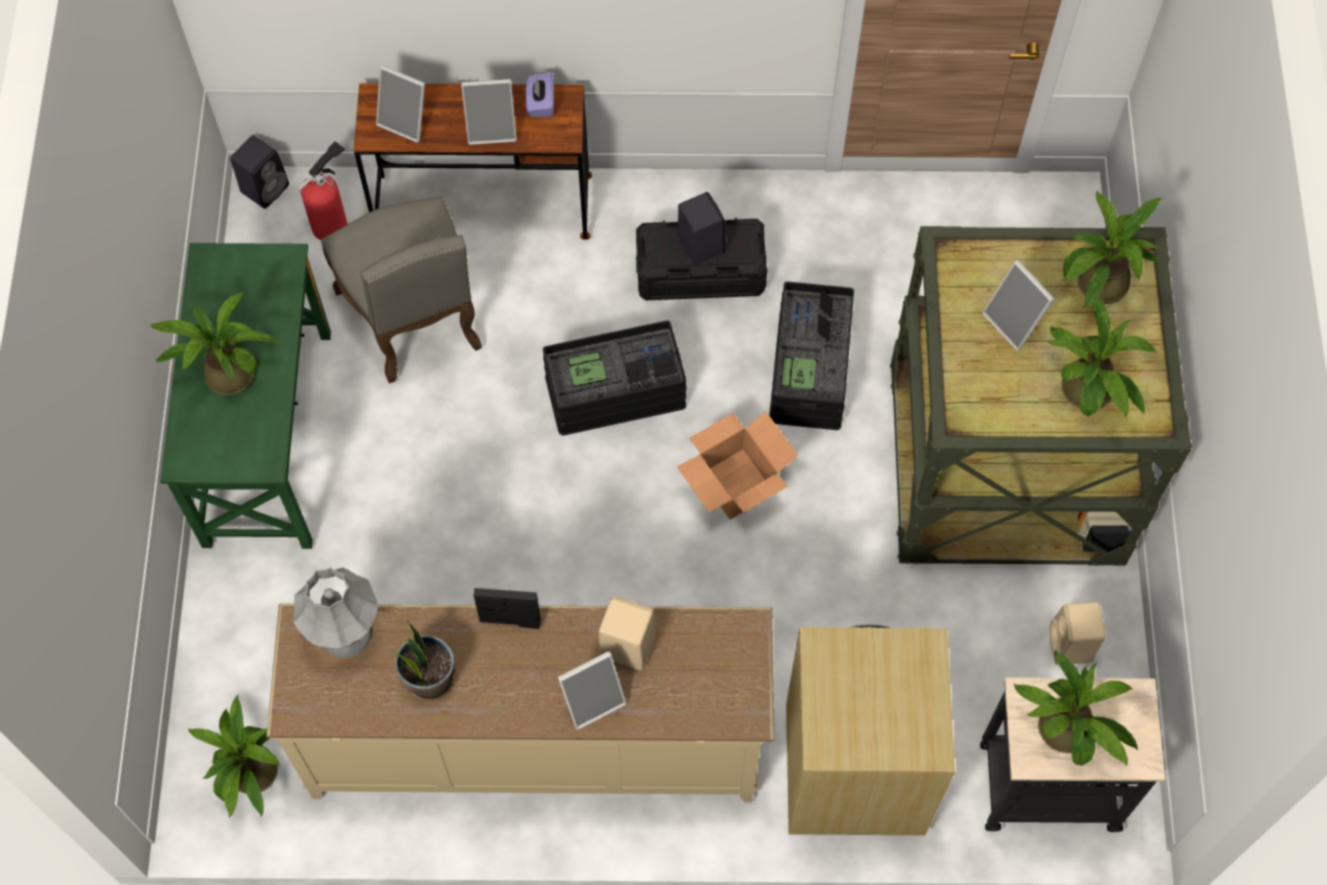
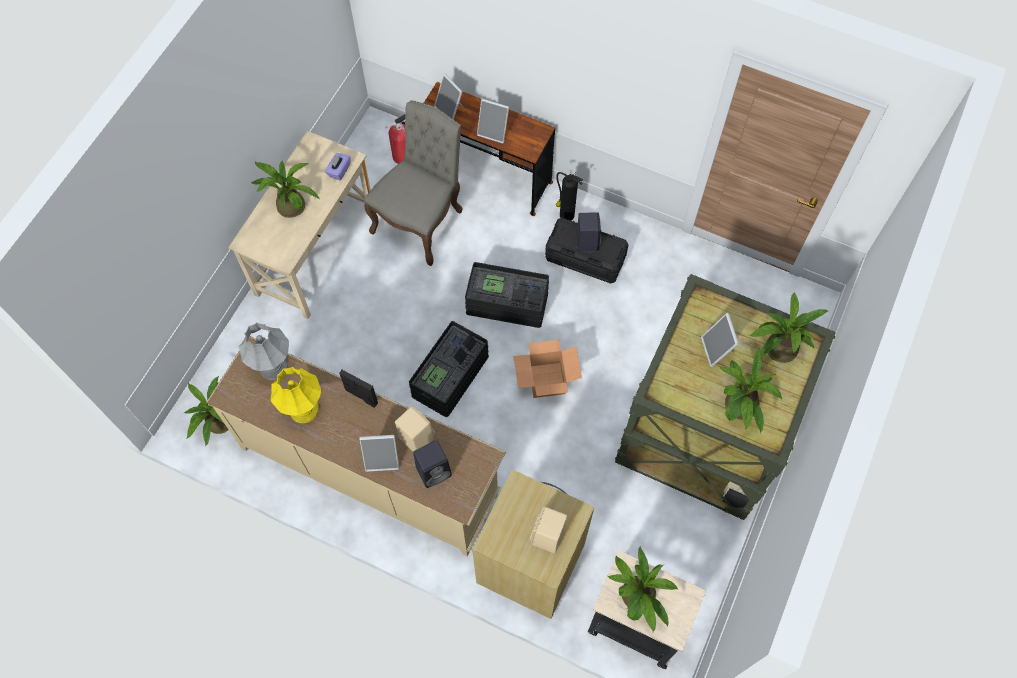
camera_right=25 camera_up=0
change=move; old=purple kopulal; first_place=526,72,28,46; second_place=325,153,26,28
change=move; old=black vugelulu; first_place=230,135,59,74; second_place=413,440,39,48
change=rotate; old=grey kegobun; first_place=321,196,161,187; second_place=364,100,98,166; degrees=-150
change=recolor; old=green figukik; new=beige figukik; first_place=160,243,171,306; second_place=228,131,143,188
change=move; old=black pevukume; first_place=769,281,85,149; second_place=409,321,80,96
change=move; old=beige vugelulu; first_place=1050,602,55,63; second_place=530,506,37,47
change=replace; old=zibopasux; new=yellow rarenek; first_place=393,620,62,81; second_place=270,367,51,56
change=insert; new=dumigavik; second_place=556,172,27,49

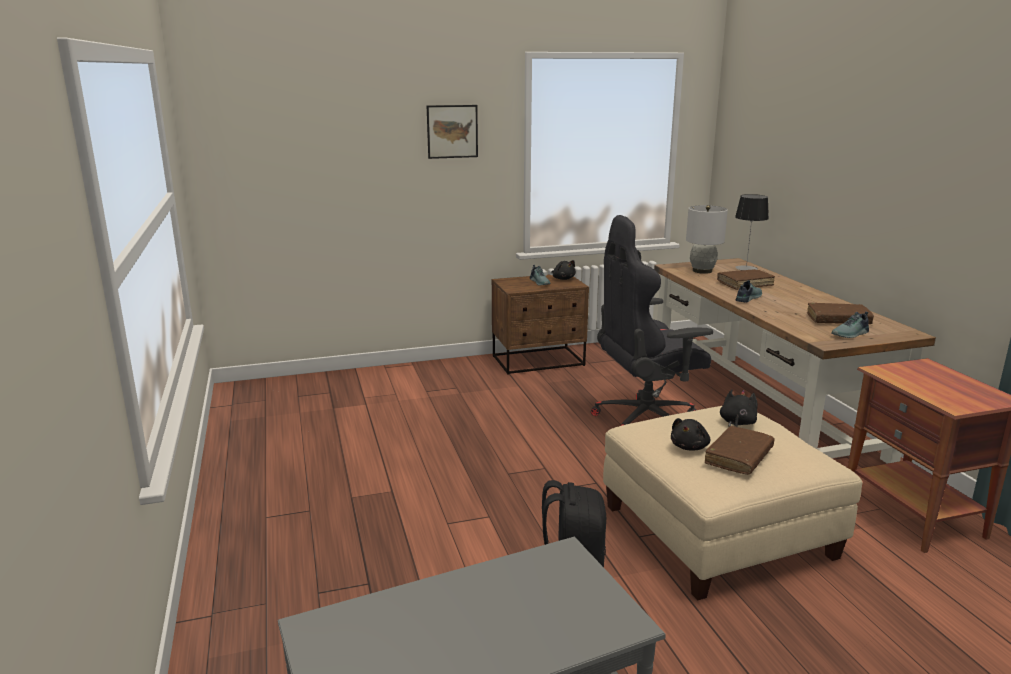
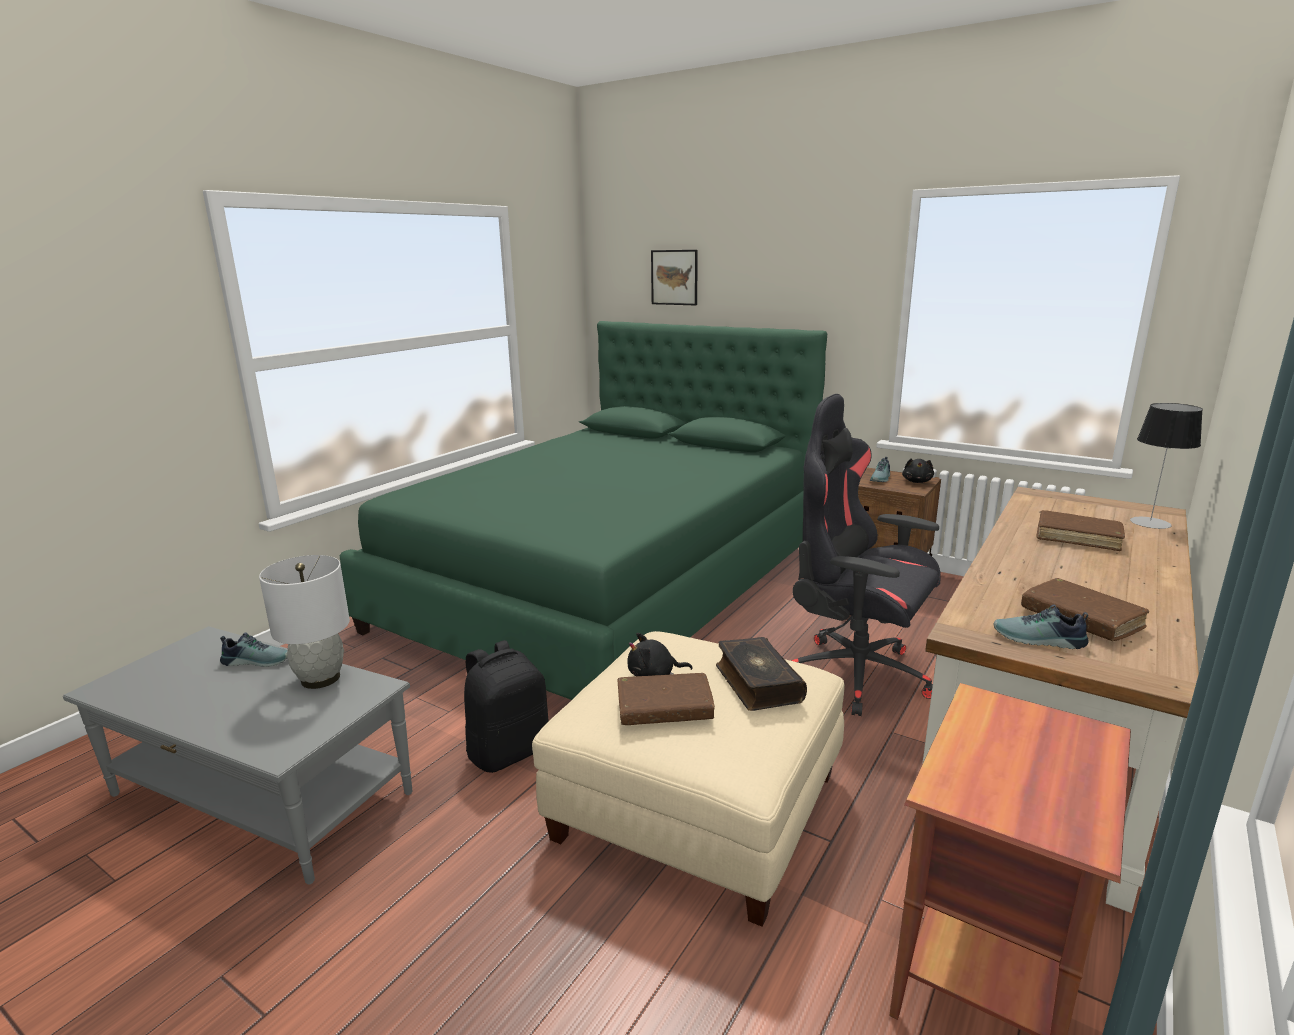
camera_right=50 camera_up=0
change=move; old=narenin; first_place=427,105,51,54; second_place=651,250,47,55
change=move; old=white rarenek; first_place=686,205,42,69; second_place=259,555,91,134
change=move; old=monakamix; first_place=735,280,27,23; second_place=220,632,68,35
change=replace; old=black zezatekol; new=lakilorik; first_place=720,389,38,38; second_place=716,637,91,74
change=insert; new=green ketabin; second_place=340,321,487,379

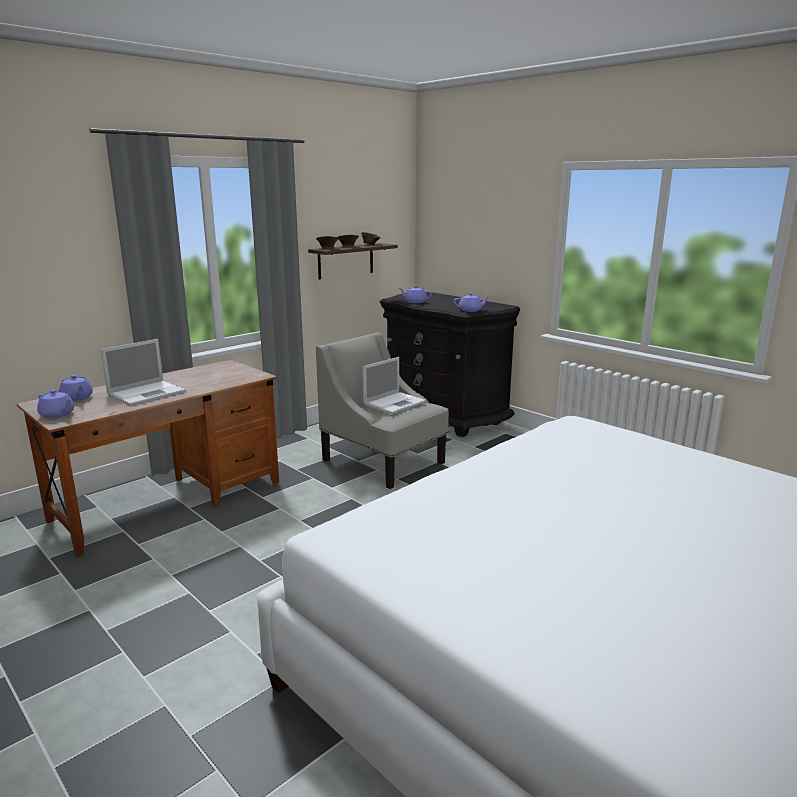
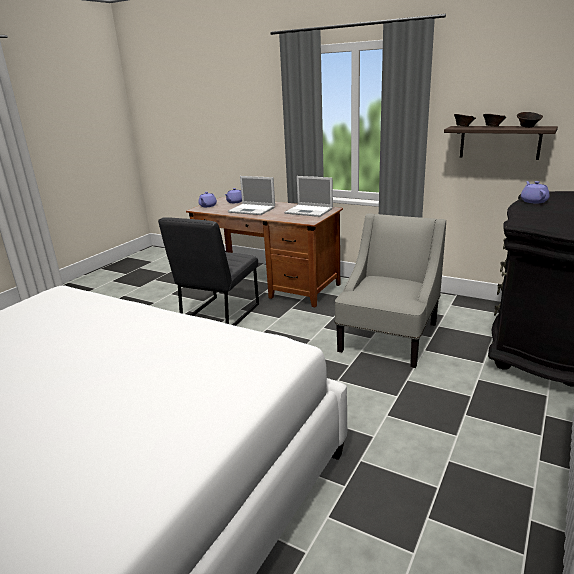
camera_right=75 camera_up=5
change=delete; old=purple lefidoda; first_place=454,293,36,19
change=move; old=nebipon; first_place=363,357,63,57; second_place=284,176,49,41
change=insert; new=grey kegobun; second_place=158,217,101,109

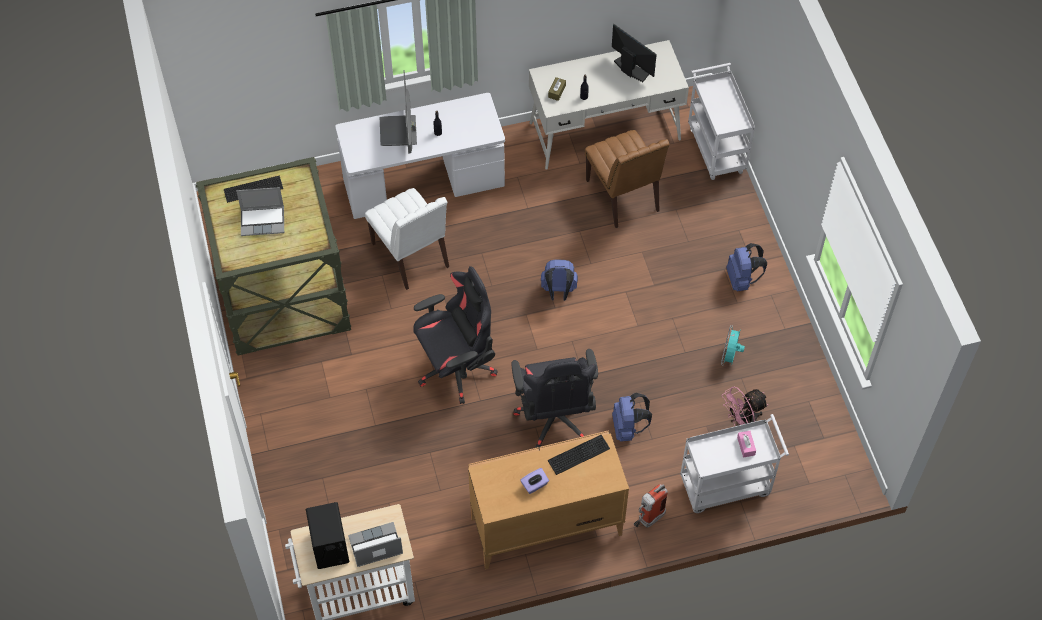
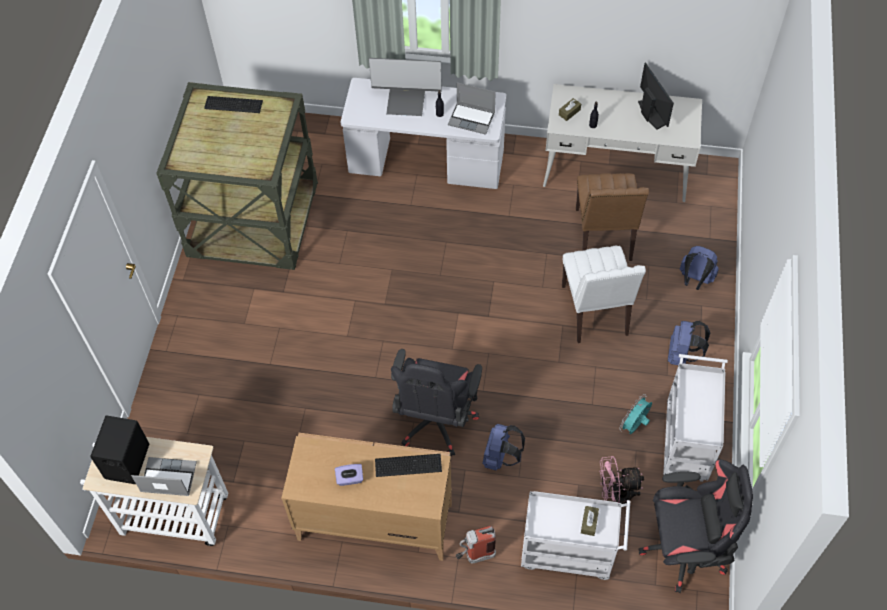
camera_right=25 camera_up=0
change=move; old=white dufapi; first_place=688,63,67,117; second_place=663,354,65,128
change=rotate; old=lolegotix; first_place=380,70,37,84; second_place=369,58,72,58; degrees=-105
change=move; old=nebipon; first_place=236,187,48,49; second_place=448,82,48,53
change=move; old=white kegobun; first_place=365,188,84,102; second_place=562,246,84,97
change=move; old=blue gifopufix; first_place=541,259,37,42; second_place=680,246,39,44
change=move; old=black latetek; first_place=413,266,85,138; second_place=638,459,115,134
change=recolor; old=pink kopulal; new=brown kopulal; first_place=737,431,19,27; second_place=581,506,18,30

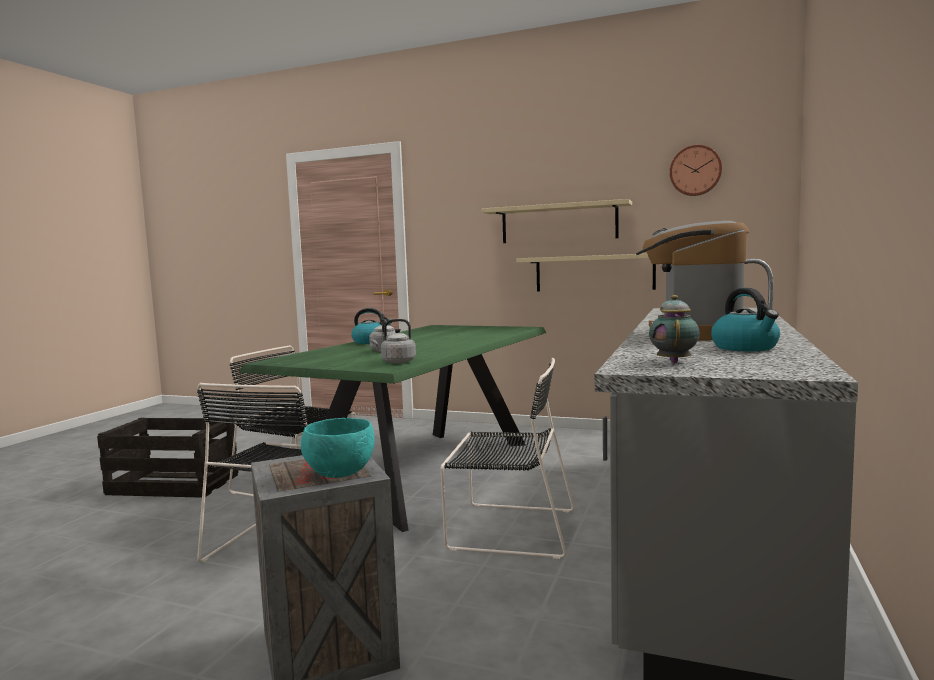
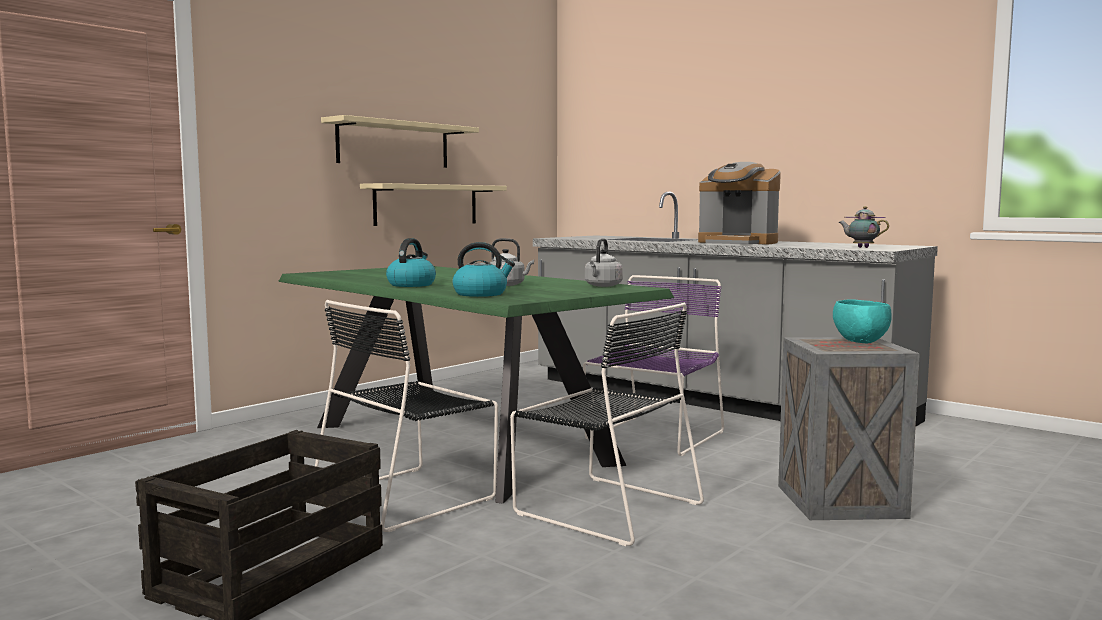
camera_right=-70 camera_up=0
change=delete; old=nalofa; first_place=669,145,53,51
change=move; old=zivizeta; first_place=711,288,69,63; second_place=452,242,63,55
change=recolor; old=black kegobun; new=purple kegobun; first_place=441,358,133,201; second_place=583,275,141,181

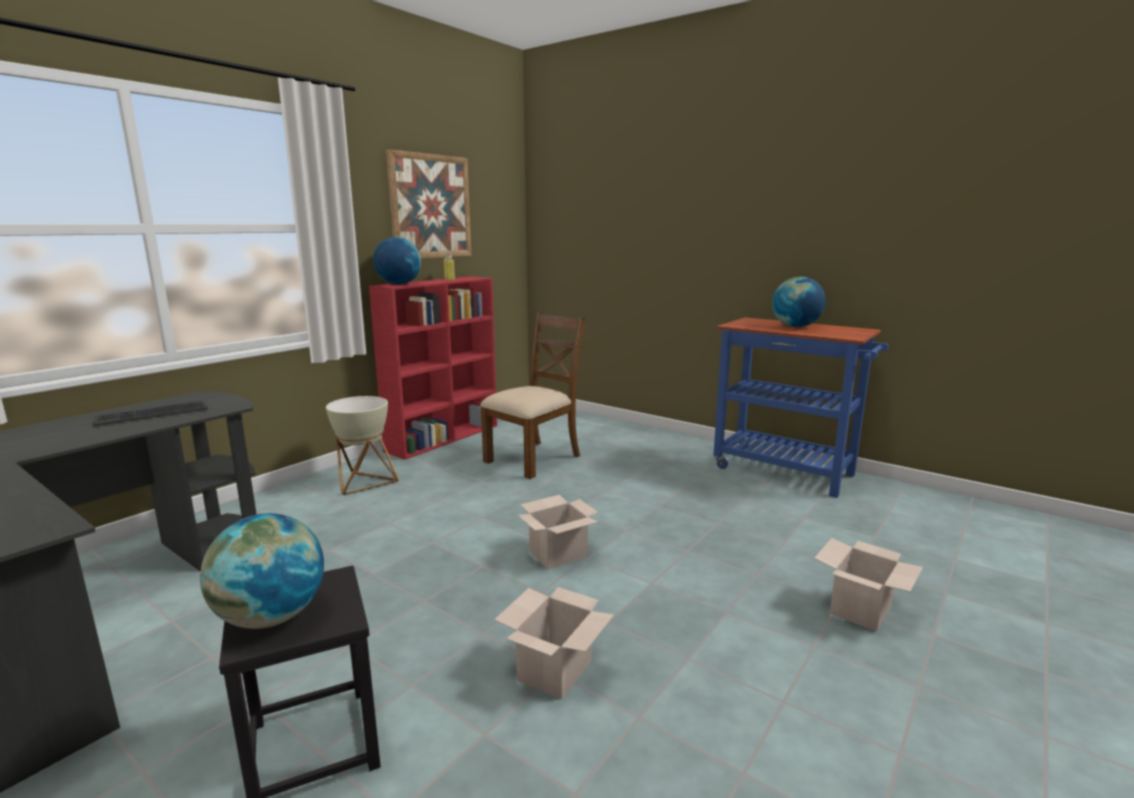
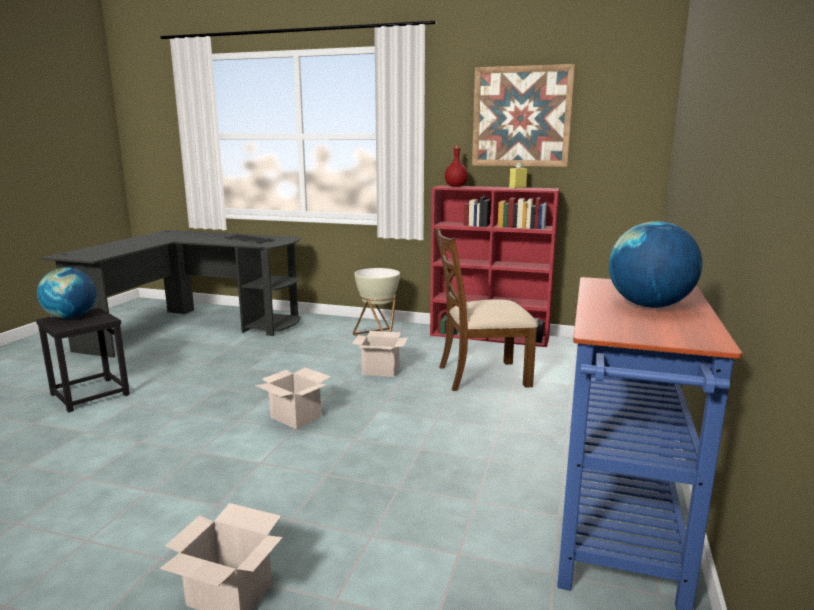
camera_right=70 camera_up=0
change=replace; old=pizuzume; new=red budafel; first_place=373,237,48,48; second_place=445,145,23,42
change=rotate; old=brown kegobun; first_place=480,312,105,167; second_place=435,228,103,163; degrees=150
change=move; old=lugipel; first_place=494,587,120,112; second_place=352,331,56,46

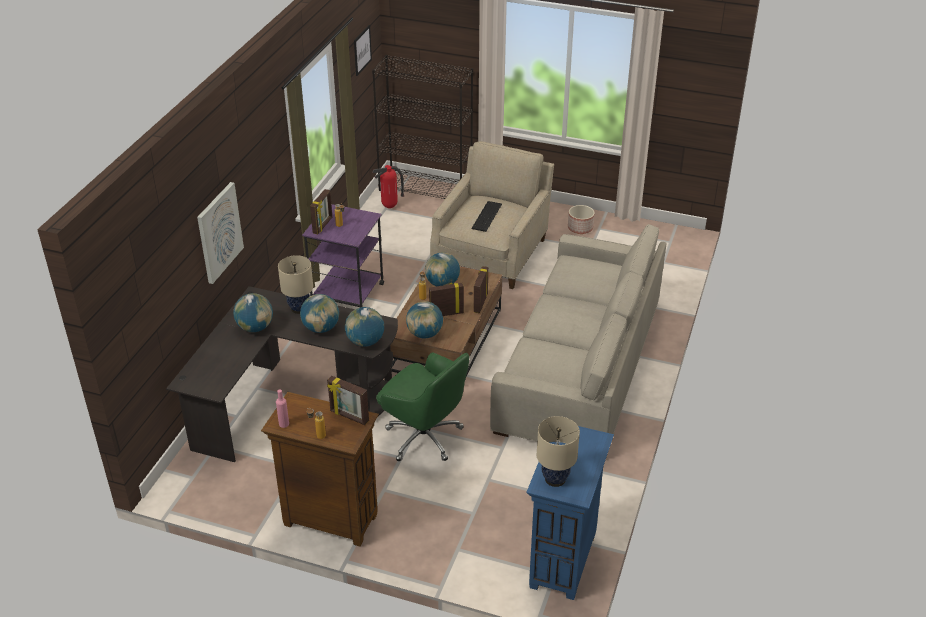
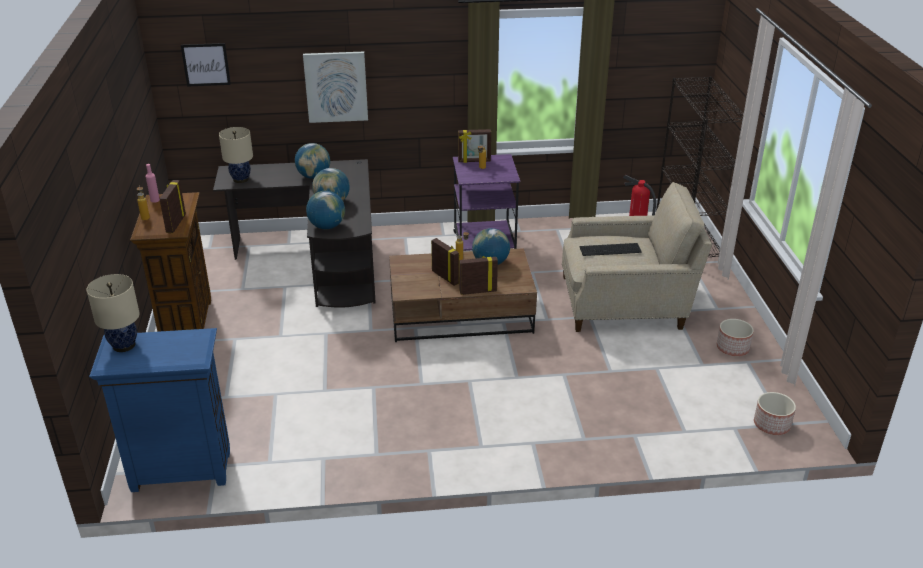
camera_right=65 camera_up=-5
change=move; old=narenin; first_place=354,25,18,51; second_place=181,43,50,44
change=delete; old=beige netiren; first_place=490,224,176,217
change=move; old=beige rarenek; first_place=278,255,35,59; second_place=219,127,34,56
change=delete; old=pizuzume; first_place=406,301,37,37
change=delete; old=green latetek; first_place=376,352,93,109
change=insert; new=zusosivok; second_place=754,392,42,43

